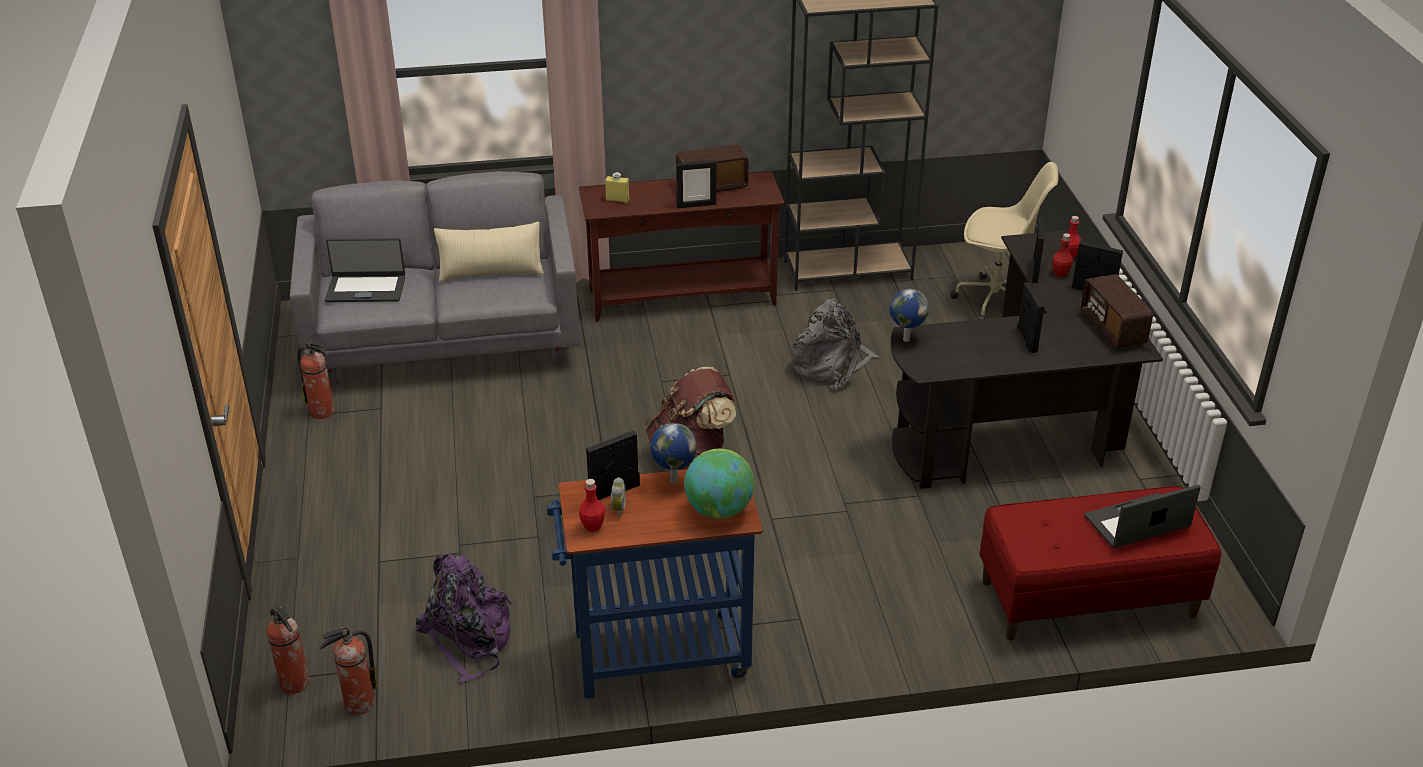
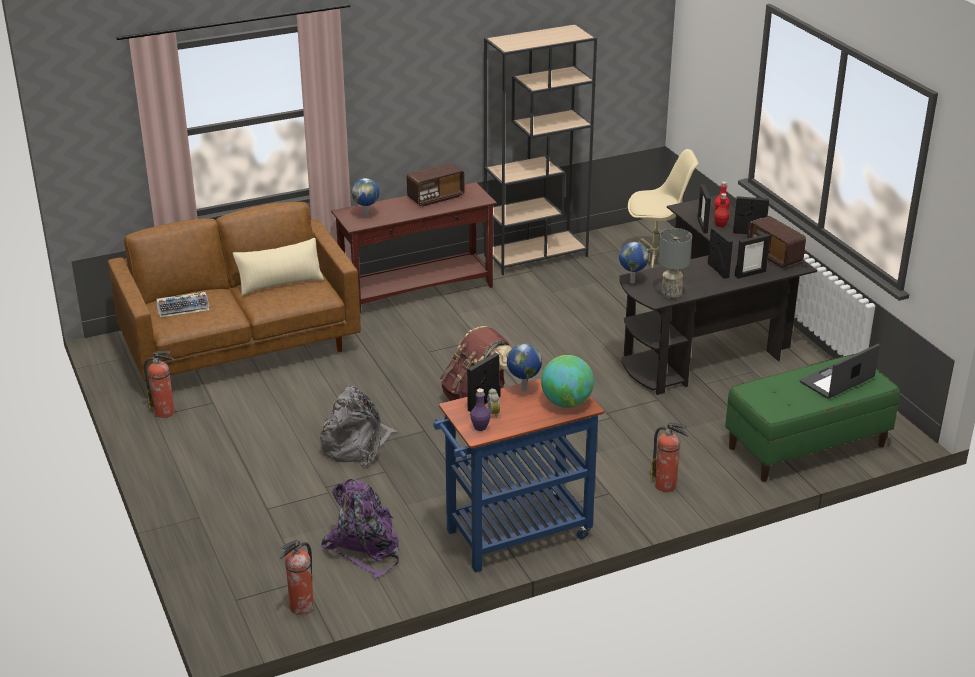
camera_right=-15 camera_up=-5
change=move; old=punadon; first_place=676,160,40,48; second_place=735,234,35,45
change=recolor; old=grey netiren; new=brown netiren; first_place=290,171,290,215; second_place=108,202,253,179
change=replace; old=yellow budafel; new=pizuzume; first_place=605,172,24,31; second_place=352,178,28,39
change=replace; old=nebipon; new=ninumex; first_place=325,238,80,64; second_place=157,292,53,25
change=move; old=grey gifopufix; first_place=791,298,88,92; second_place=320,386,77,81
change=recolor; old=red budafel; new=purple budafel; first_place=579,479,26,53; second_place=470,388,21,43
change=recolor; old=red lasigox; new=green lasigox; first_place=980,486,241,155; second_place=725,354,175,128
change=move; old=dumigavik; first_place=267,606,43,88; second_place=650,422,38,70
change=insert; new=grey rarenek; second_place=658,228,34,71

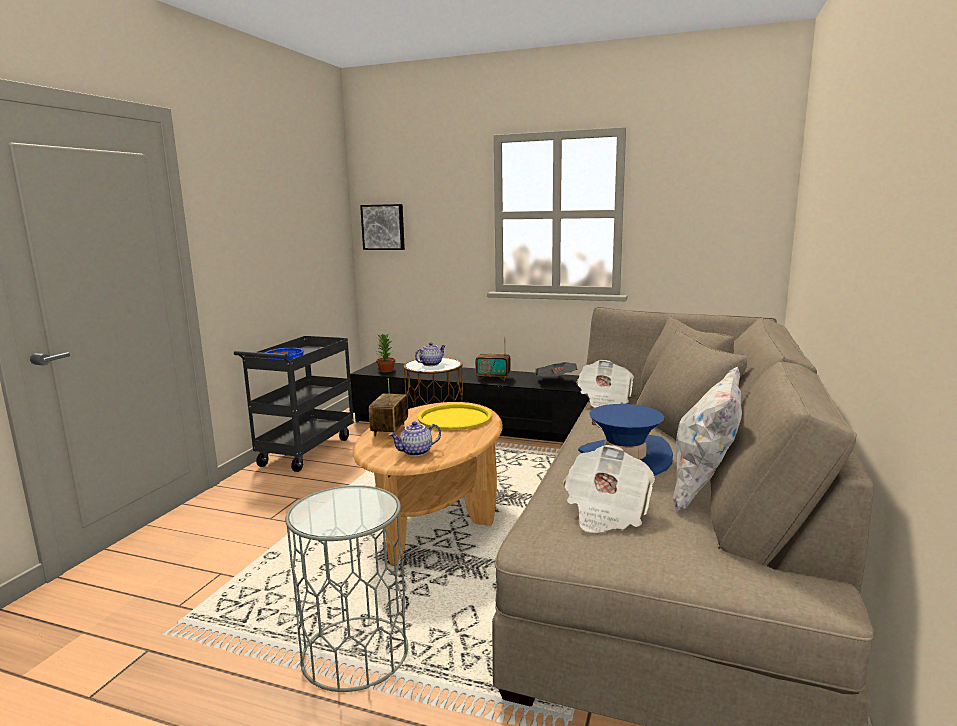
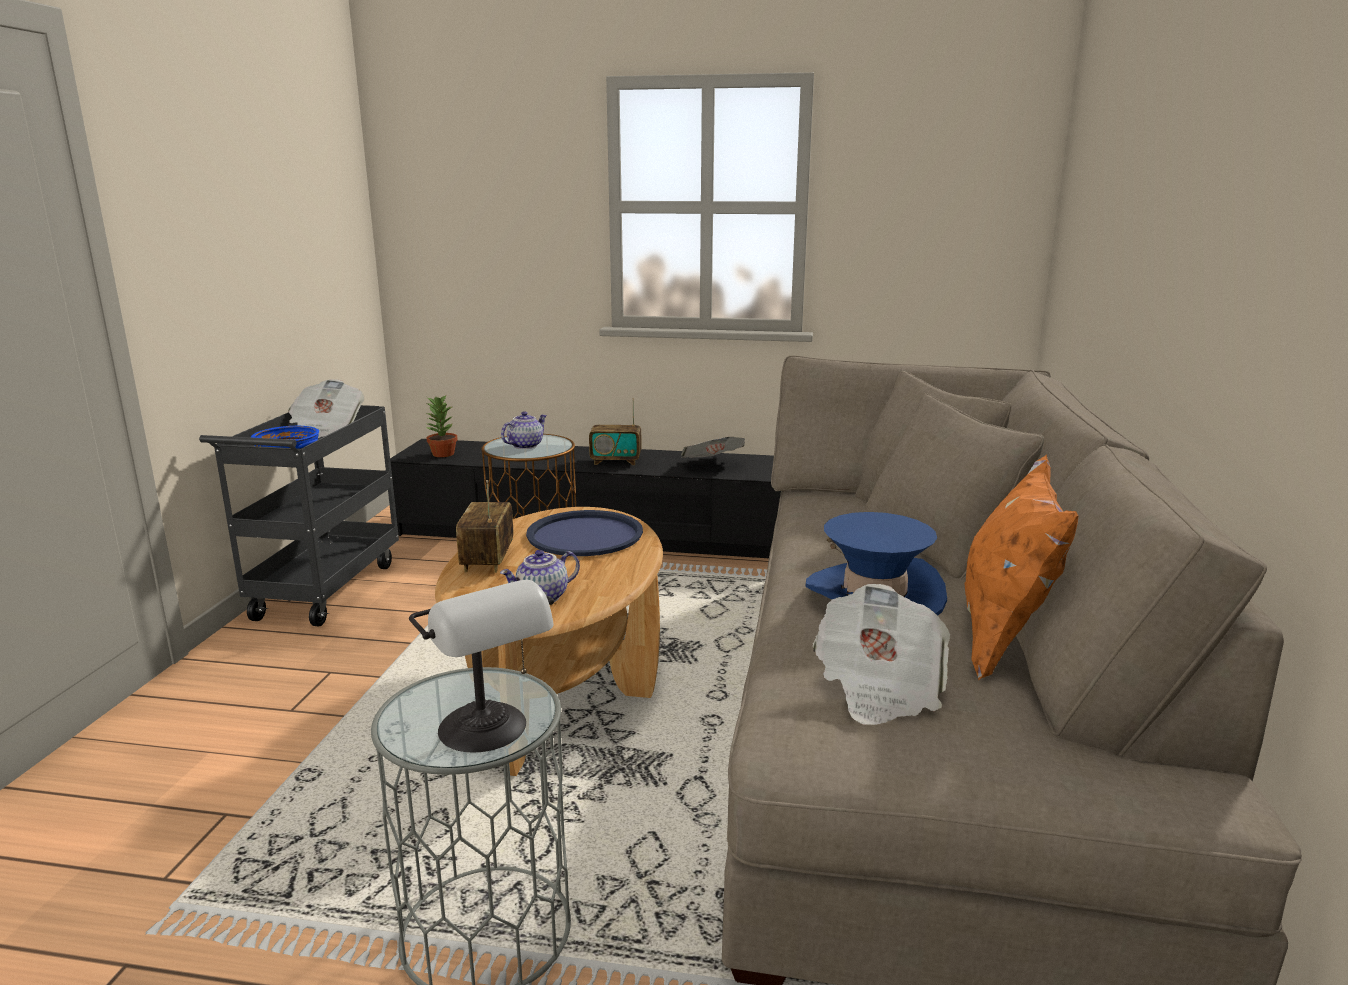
camera_right=-10 camera_up=5
change=delete; old=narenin; first_place=360,204,45,46
change=move; old=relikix; first_place=577,360,57,48; second_place=288,379,76,59
change=recolor; old=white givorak; new=orange givorak; first_place=673,366,69,146; second_place=964,454,115,227
change=recolor; old=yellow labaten; new=blue labaten; first_place=417,403,75,27; second_place=526,510,117,46
change=insert; new=rarenek; second_place=409,579,145,174

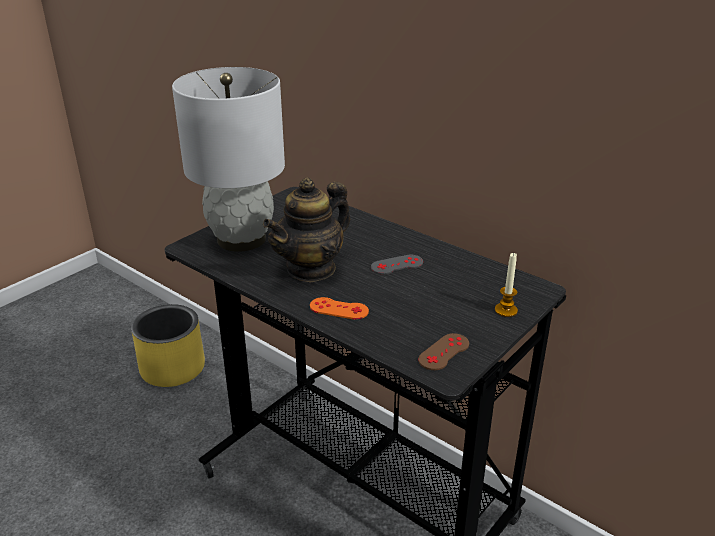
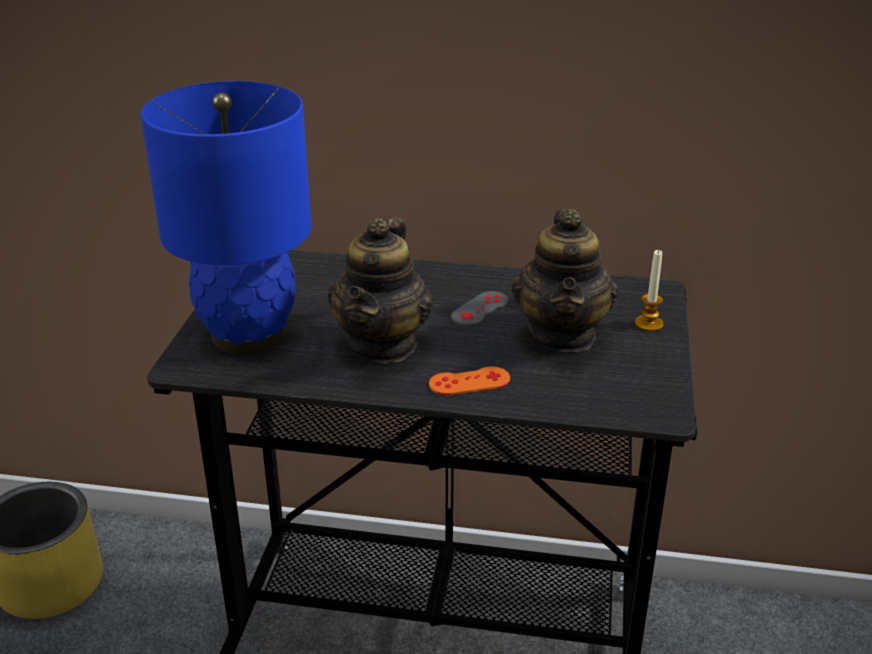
camera_right=-30 camera_up=0
change=recolor; old=white rarenek; new=blue rarenek; first_place=172,67,113,185; second_place=141,81,171,274
change=delete; old=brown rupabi; first_place=418,333,51,37
change=insert; new=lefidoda; second_place=512,209,106,143

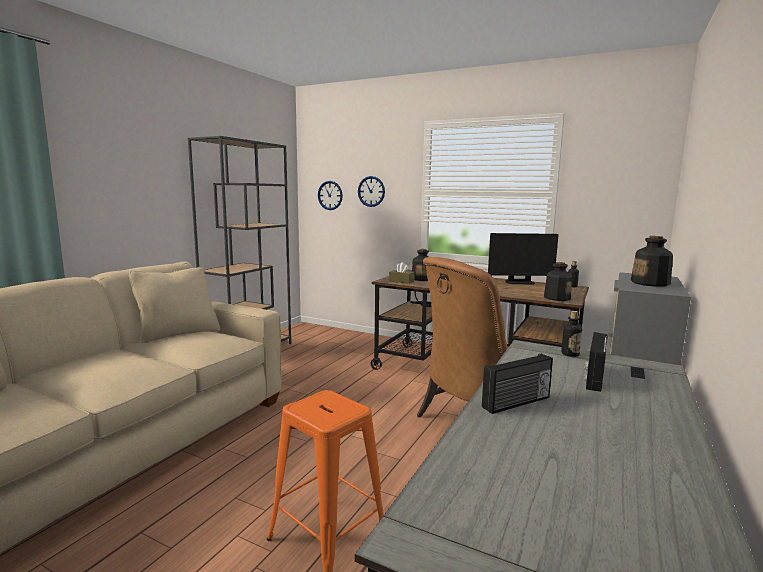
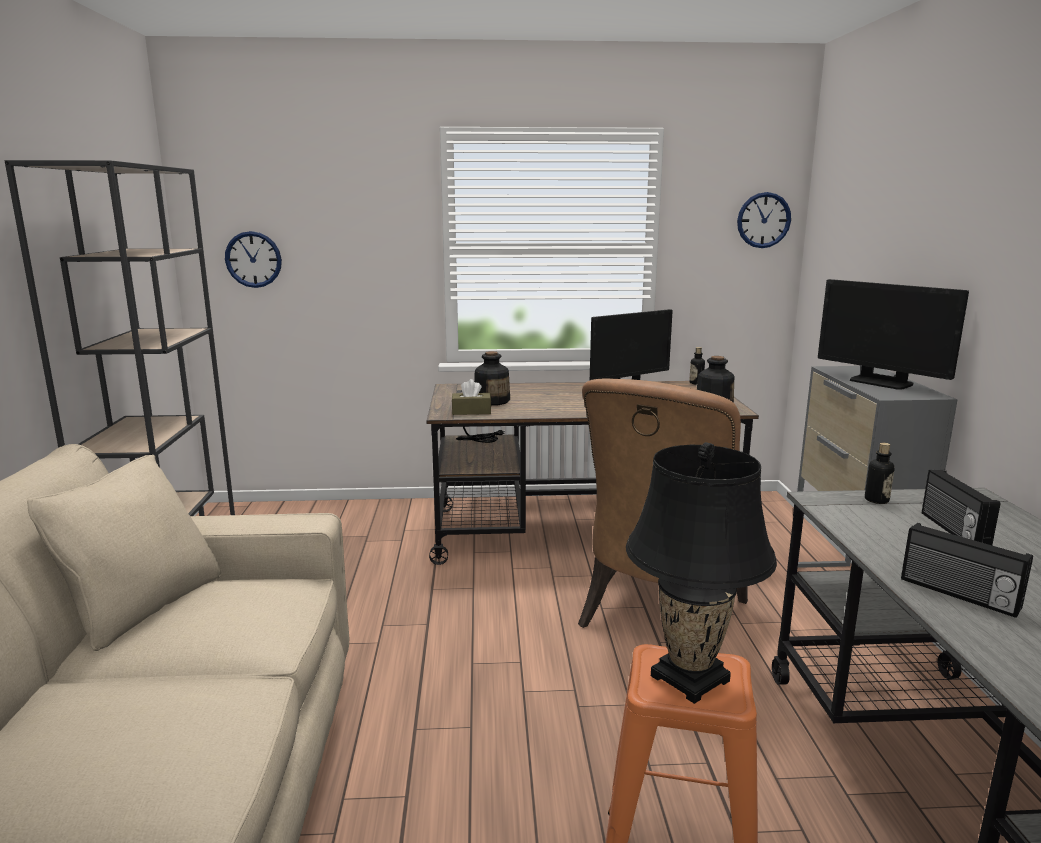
camera_right=-30 camera_up=5
change=move; old=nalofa; first_place=358,176,27,31; second_place=737,192,54,56
change=replace; old=budafel; new=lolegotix; first_place=631,236,42,51; second_place=818,279,151,111
change=rotate; old=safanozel; first_place=482,354,71,60; second_place=901,523,132,95; degrees=105
change=insert; new=black rarenek; second_place=626,442,151,262

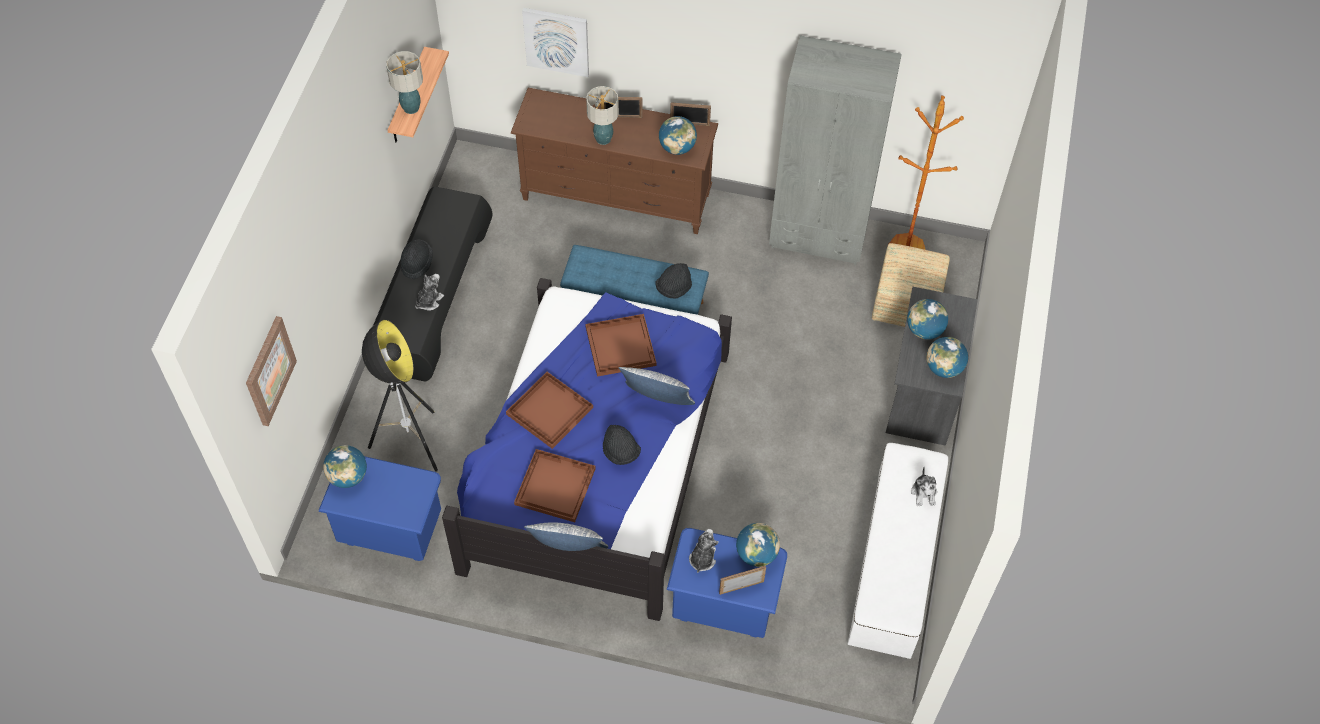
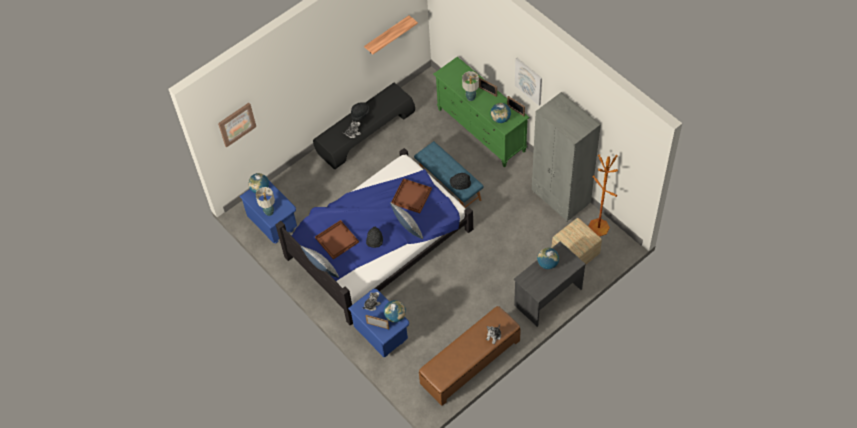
camera_right=40 camera_up=0
change=move; old=narenin; first_place=522,8,67,69; second_place=515,58,27,48
change=move; old=rarenek; first_place=386,51,37,63; second_place=256,187,19,29
change=recolor; old=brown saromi; new=green saromi; first_place=511,88,207,146; second_place=433,57,97,111
change=delete; old=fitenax; first_place=362,320,76,152
change=delete; old=pizuzume; first_place=926,337,42,41
change=delete; old=brown labaten; first_place=506,372,87,77
change=recolor; old=white lasigox; new=brown lasigox; first_place=847,443,101,216; second_place=419,306,102,100

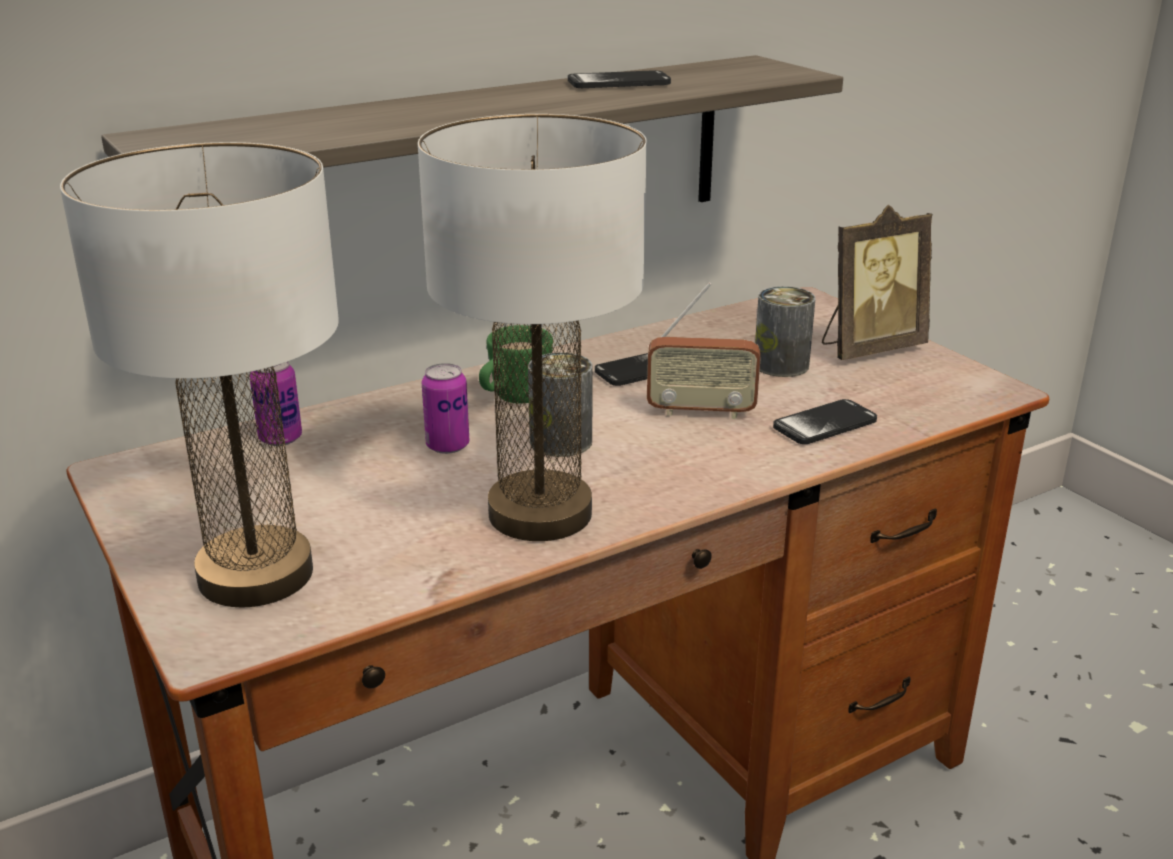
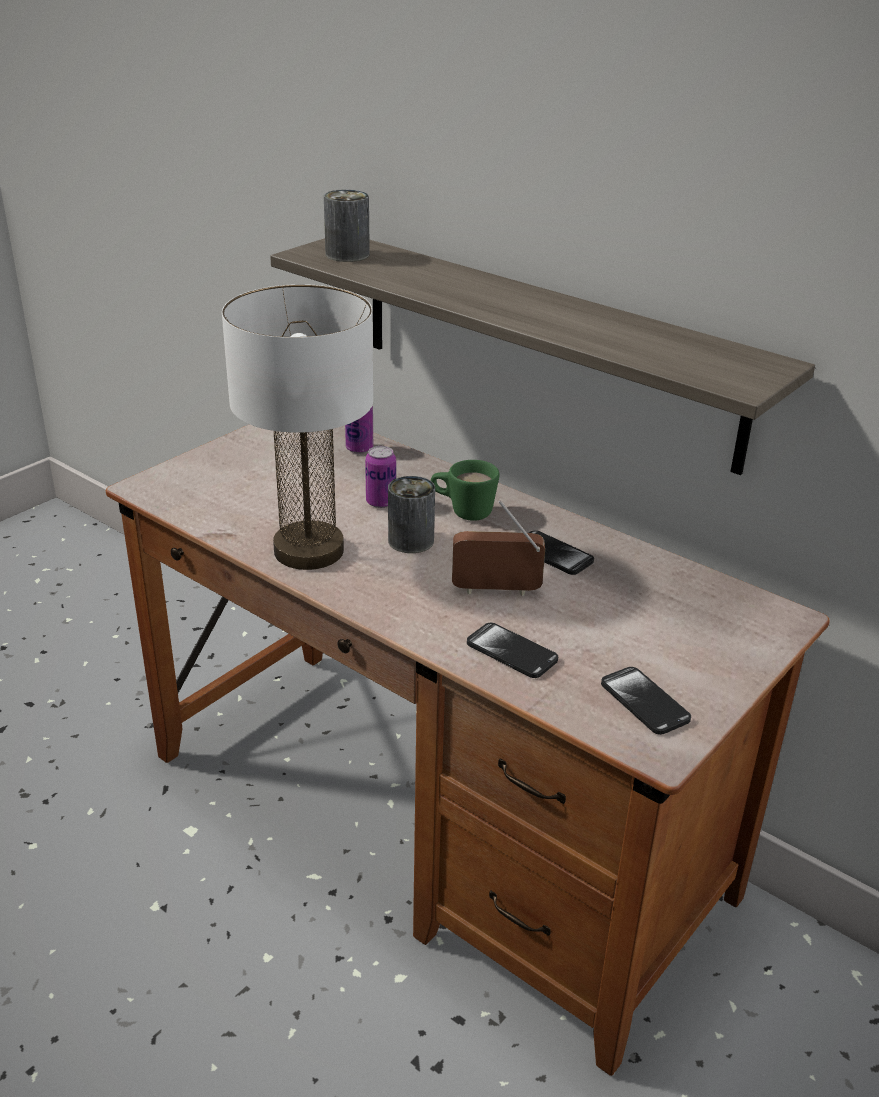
camera_right=70 camera_up=5
change=move; old=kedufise; first_place=568,70,103,18; second_place=601,667,90,68
change=delete; old=rarenek; first_place=60,142,279,465
change=delete; old=punadon; first_place=822,205,110,155
change=rotate; old=safanozel; first_place=647,282,114,137; second_place=452,500,93,96; degrees=105
change=move; old=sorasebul; first_place=755,286,60,91; second_place=324,189,46,73

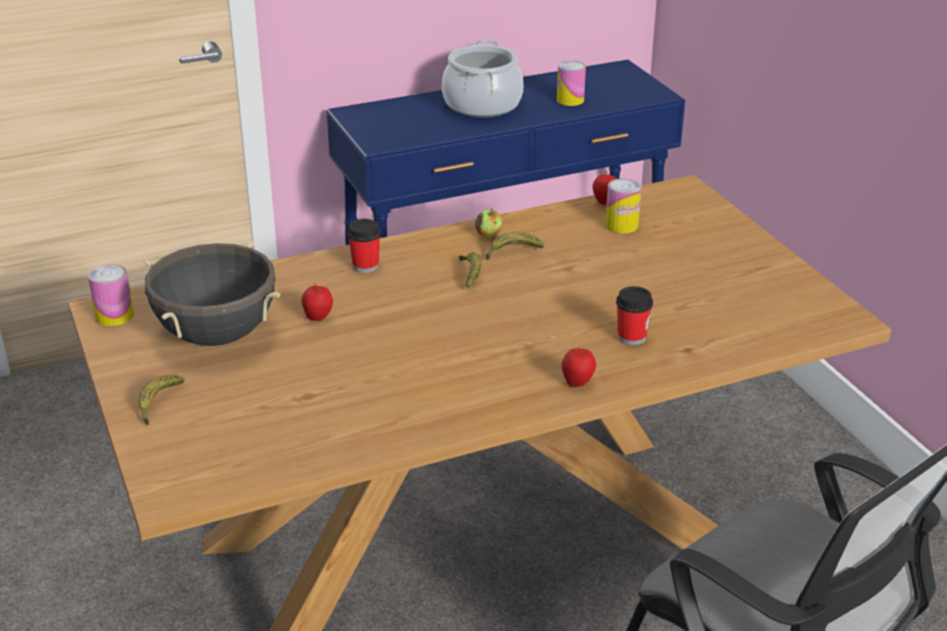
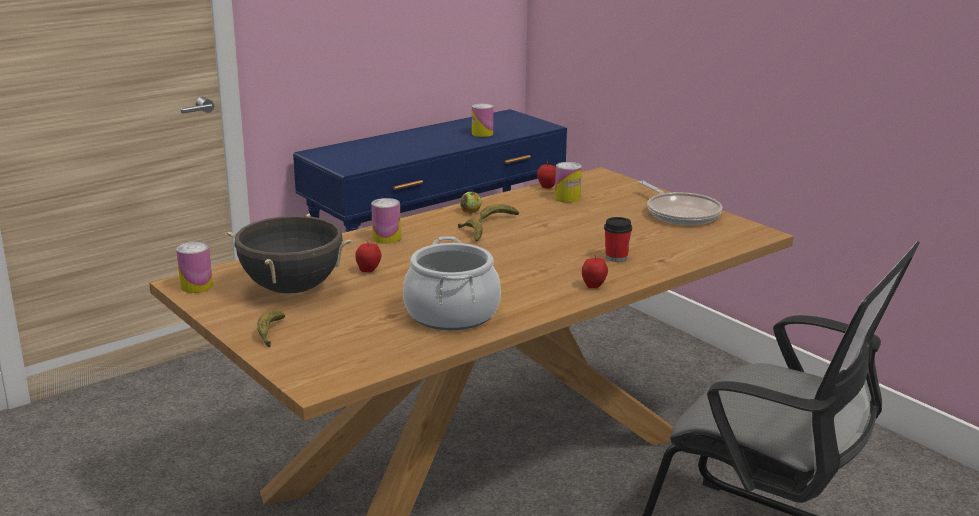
camera_right=-15 camera_up=-10
change=move; old=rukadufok; first_place=442,39,82,79; second_place=403,236,98,94
change=replace; old=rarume; new=sorasebul; first_place=347,219,34,54; second_place=371,198,30,46
change=insert; new=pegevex; second_place=638,181,84,44

